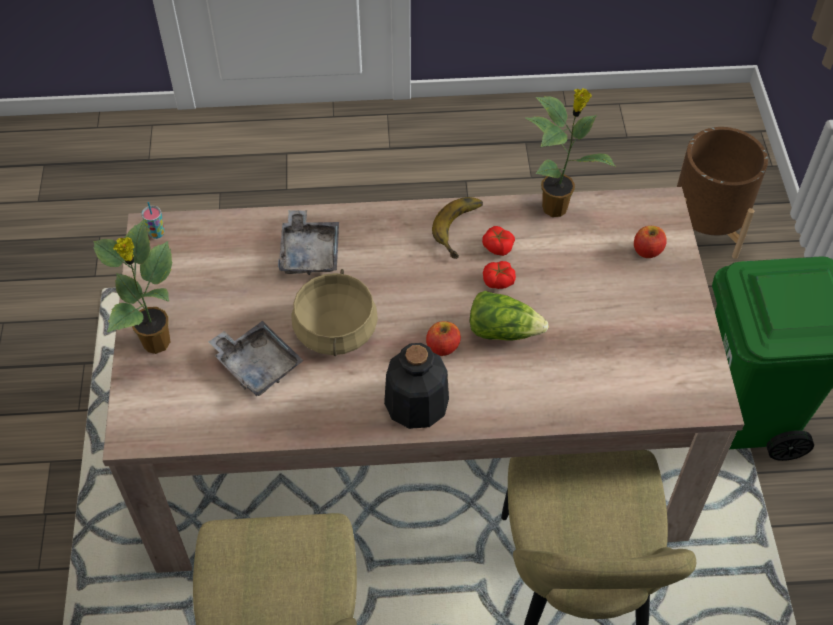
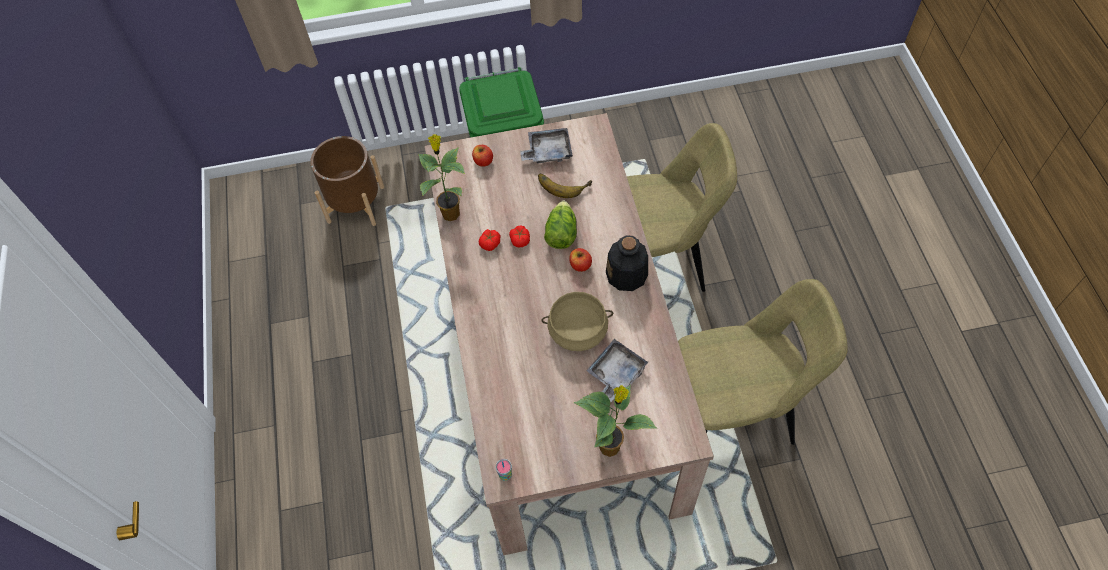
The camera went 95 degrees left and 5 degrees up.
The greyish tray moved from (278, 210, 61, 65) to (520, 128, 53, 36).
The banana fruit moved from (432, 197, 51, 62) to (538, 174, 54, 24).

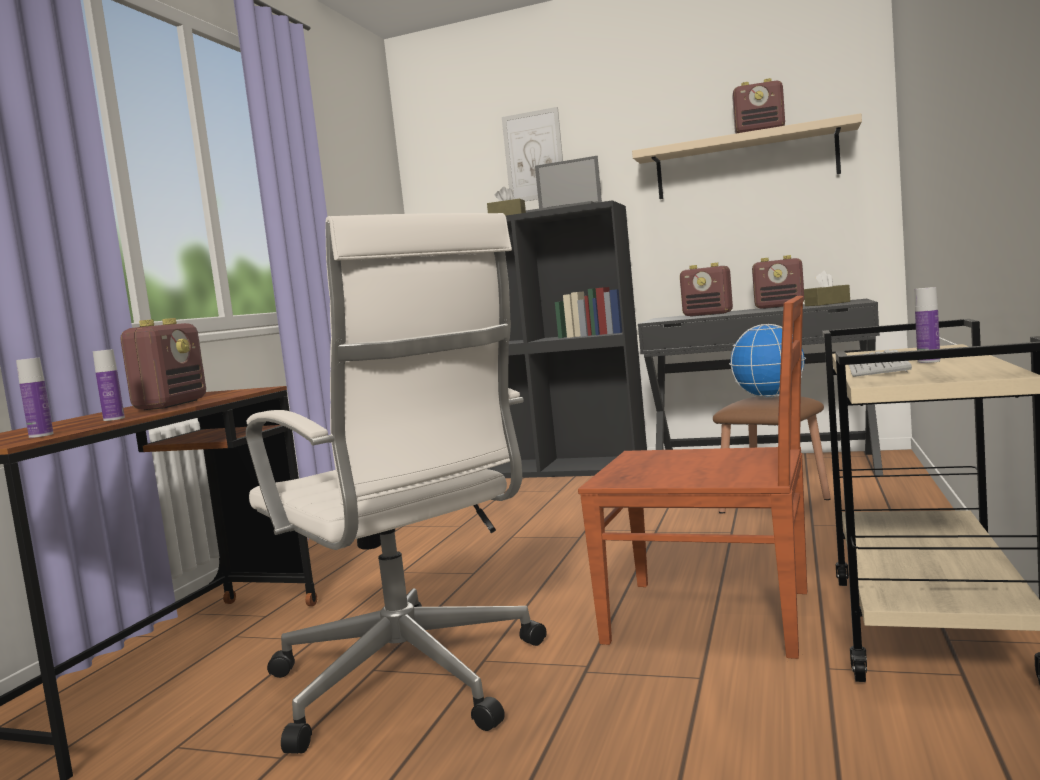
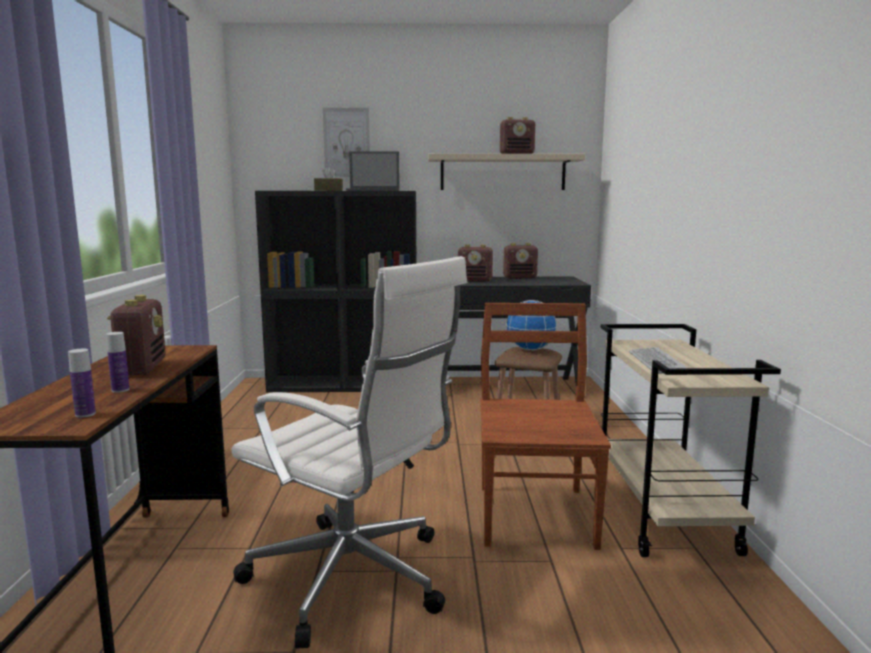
The camera went 20 degrees left and 5 degrees up.
The brown plain chair at (578, 296, 229, 363) turned 90 degrees counterclockwise.
The brown tissue box at (804, 270, 46, 36) disappeared.
The beverage bottle at (915, 287, 25, 76) disappeared.

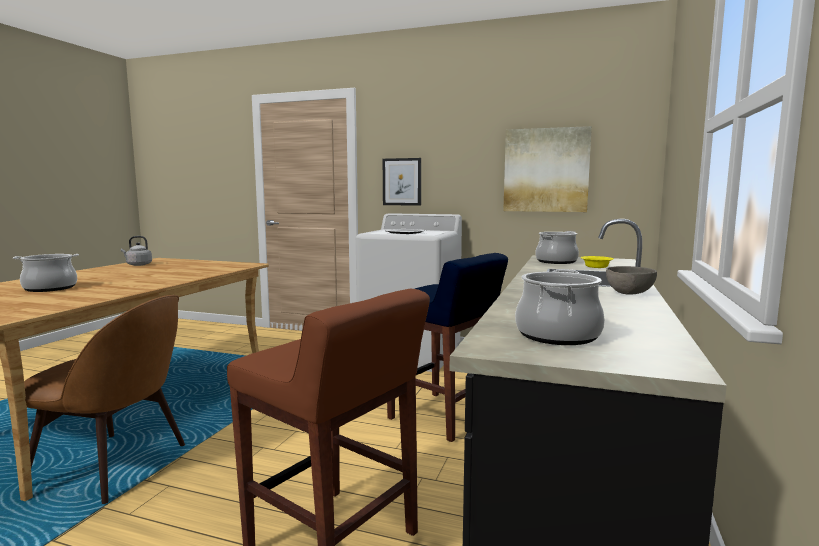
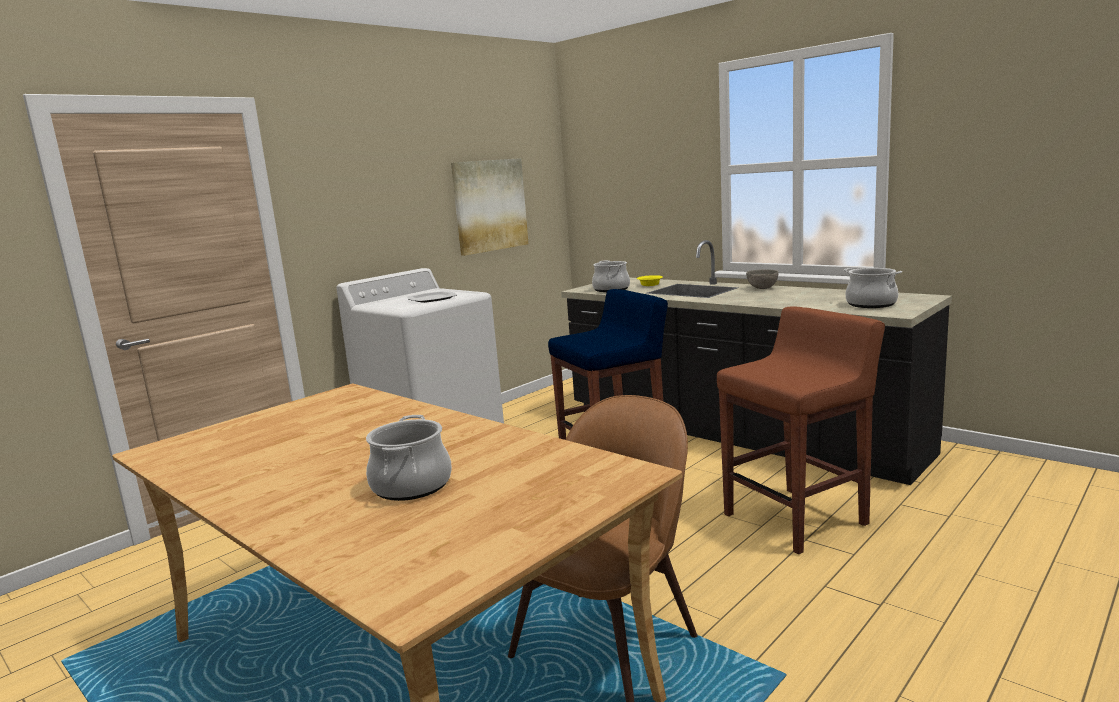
The camera went 65 degrees left and 5 degrees up.
The greyish water kettle at (121, 236, 31, 30) disappeared.
The picture at (383, 158, 38, 48) disappeared.

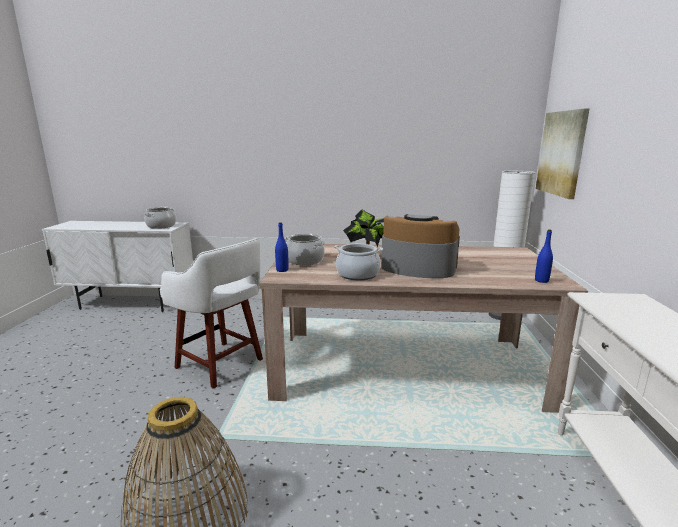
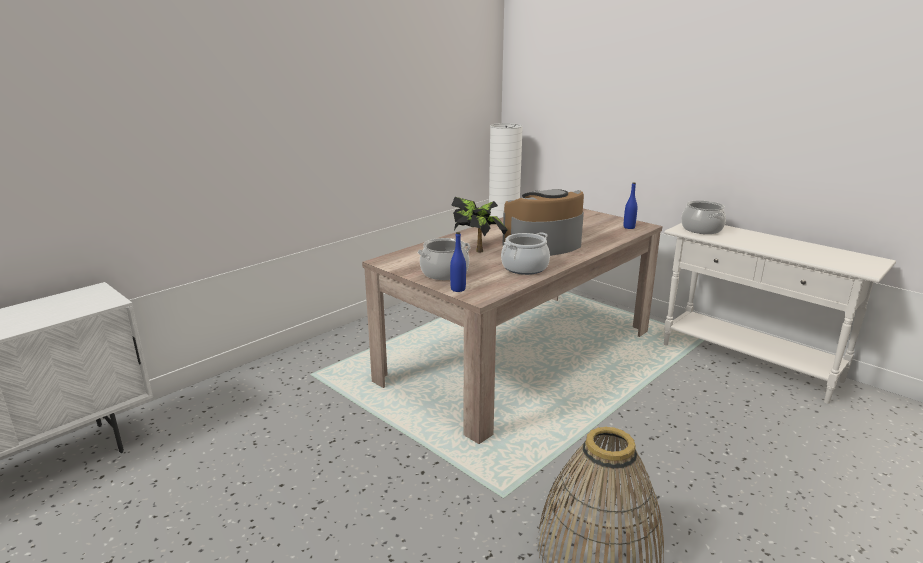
The camera went 50 degrees left and 5 degrees up.
The saucepot moved from (144, 207, 32, 22) to (681, 200, 45, 34).
The white stool at (160, 238, 103, 151) disappeared.
The picture at (536, 109, 53, 90) disappeared.

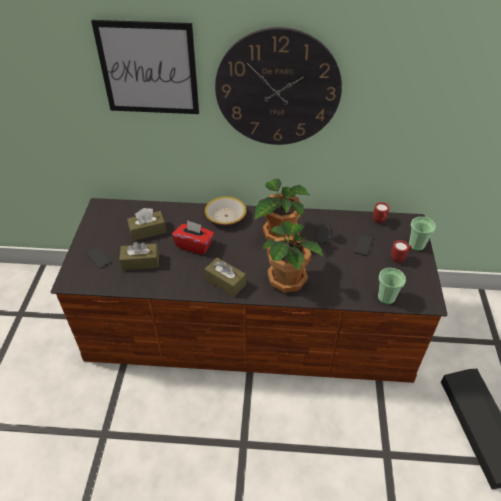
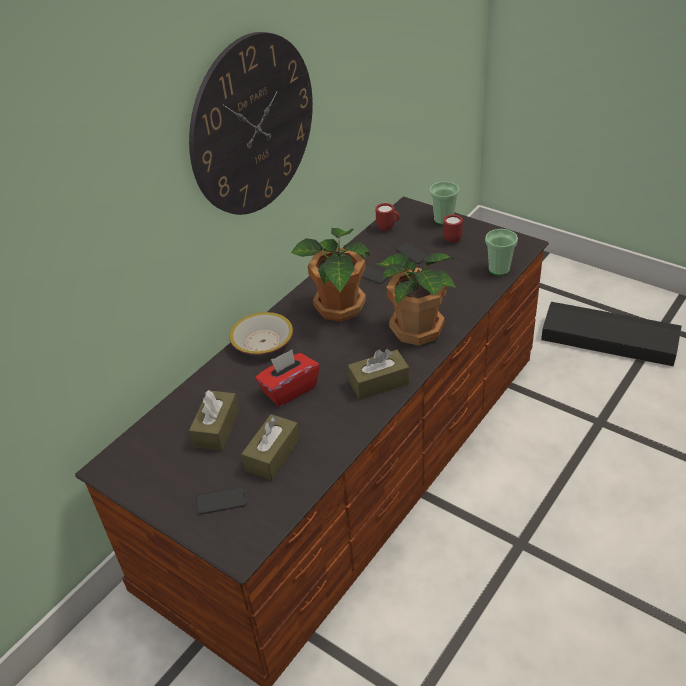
The camera went 55 degrees left and 5 degrees down.
The picture at (91, 20, 108, 94) disappeared.

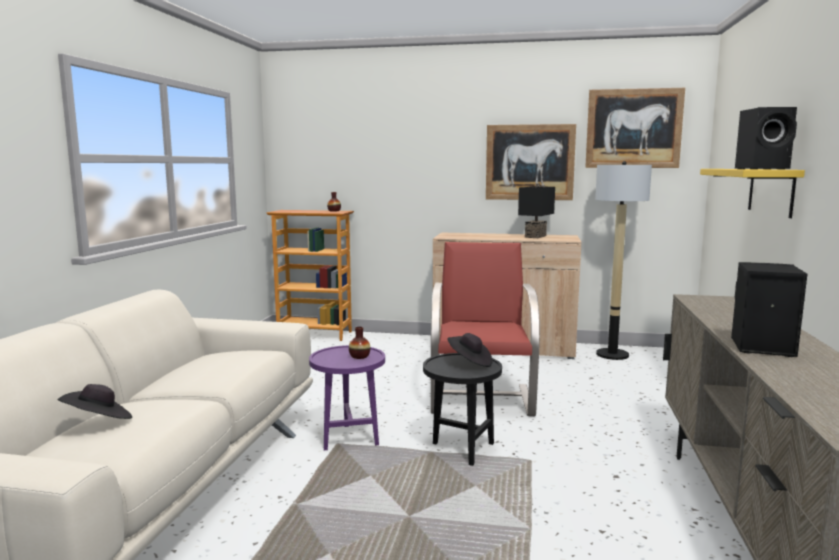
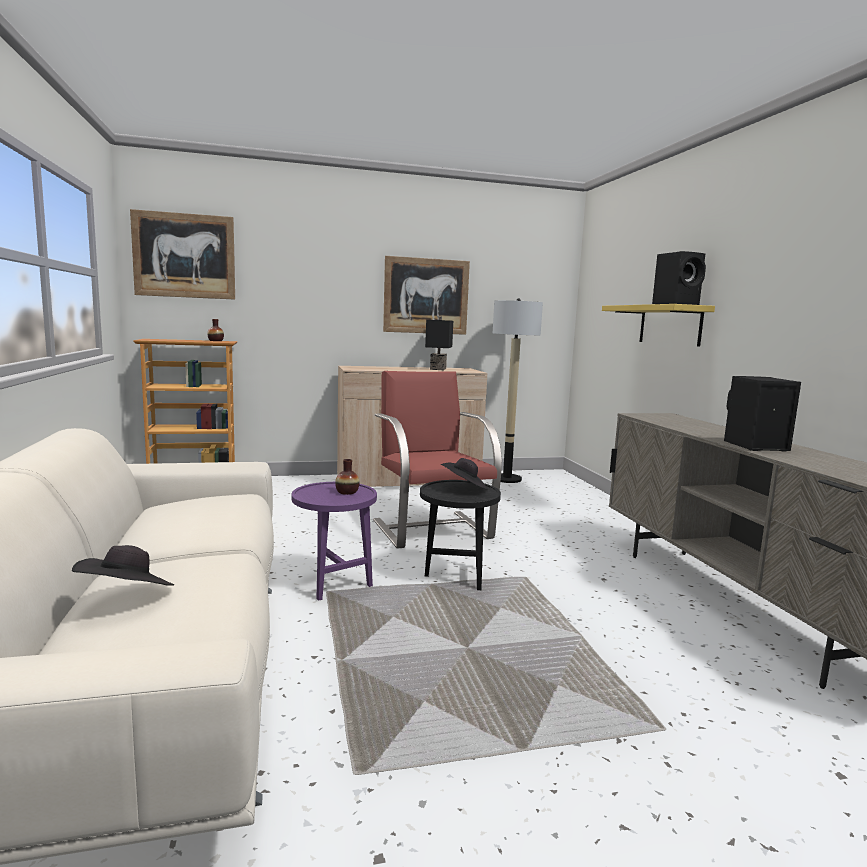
The camera went 25 degrees left and 0 degrees up.
The picture moved from (585, 88, 100, 80) to (130, 209, 105, 91).

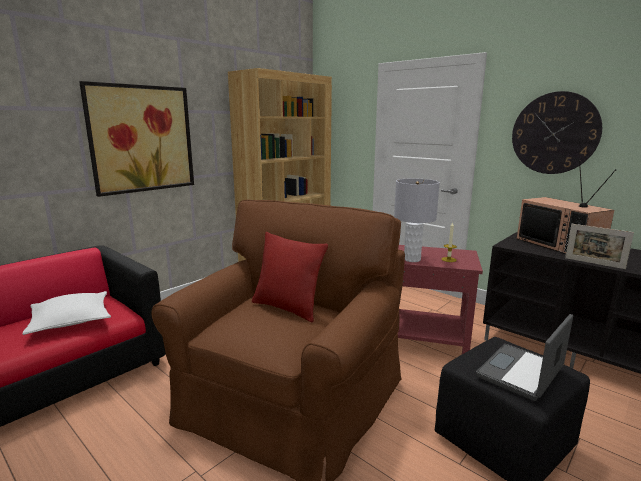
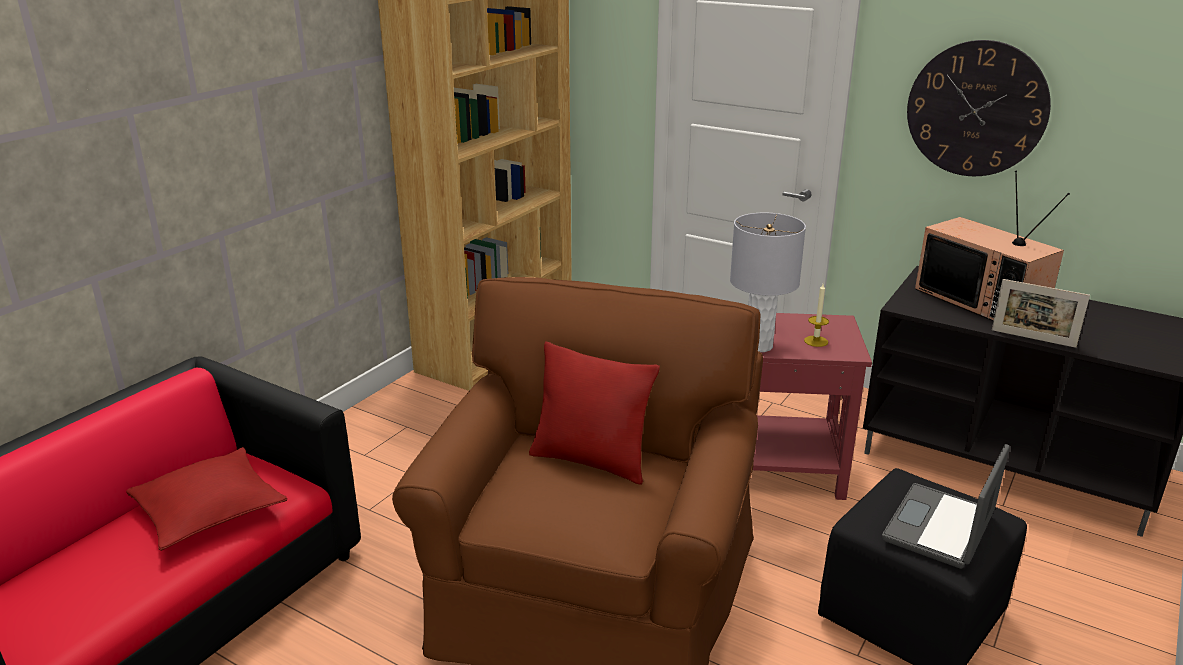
The camera went 10 degrees left and 10 degrees up.
The white cushion at (22, 291, 89, 44) became the red cushion at (126, 447, 161, 104).
The picture at (79, 81, 115, 116) disappeared.

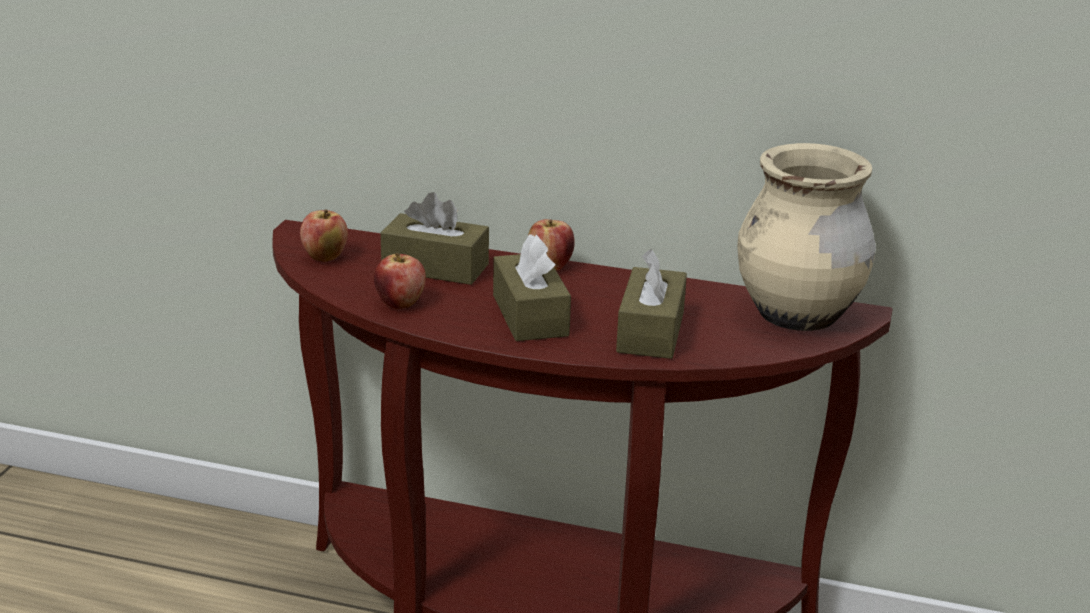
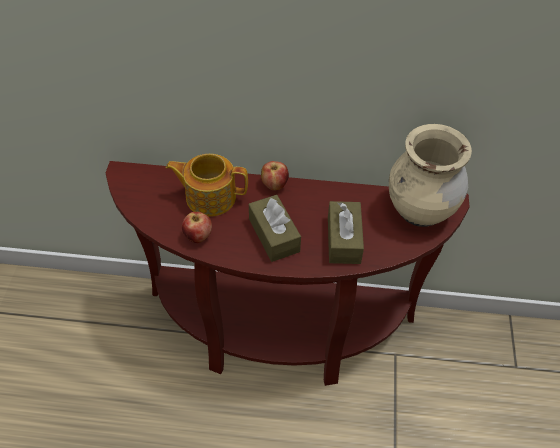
The camera went 10 degrees left and 25 degrees up.
The apple at (300, 209, 48, 53) disappeared.
The brown tissue box at (381, 192, 108, 93) was replaced by the tea pot at (166, 154, 82, 63).

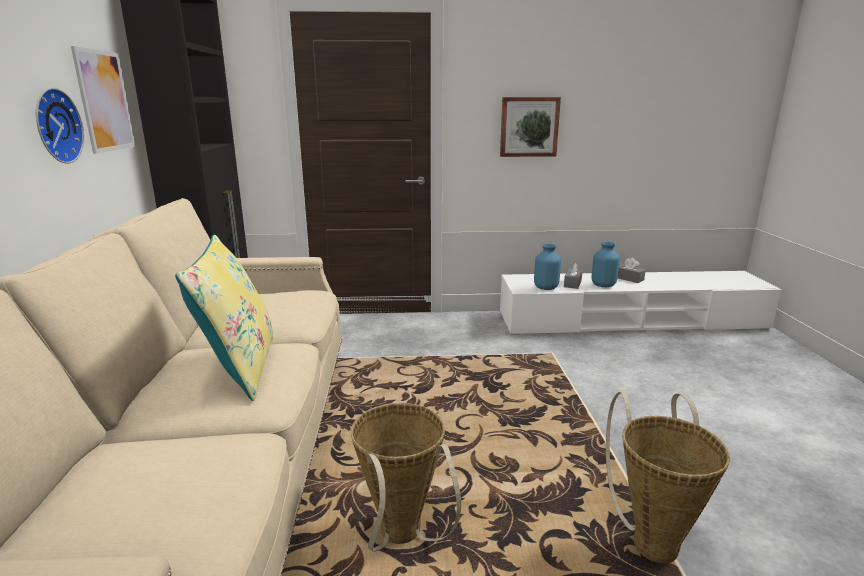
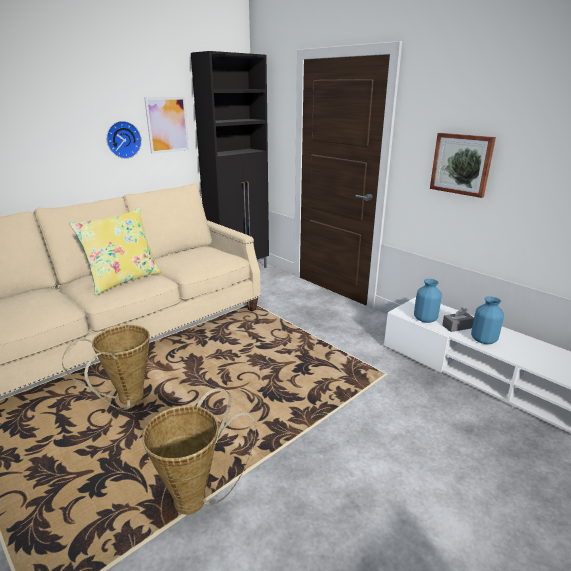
The camera went 50 degrees right and 5 degrees up.
The greyish tissue box at (618, 258, 28, 25) disappeared.

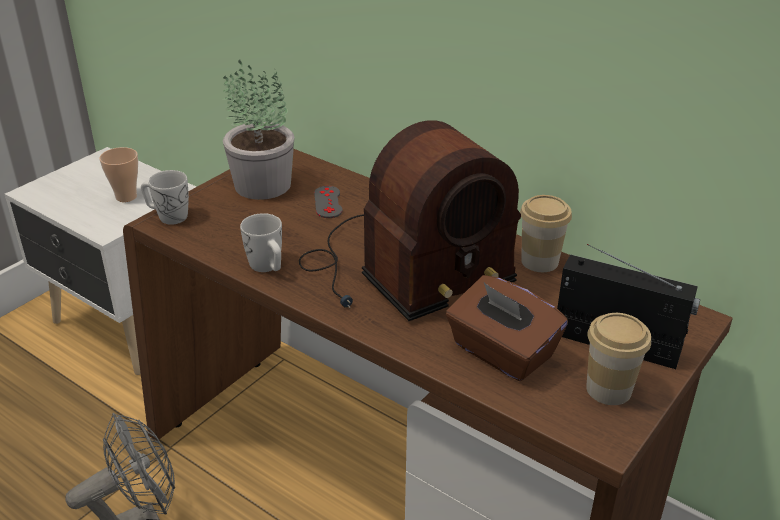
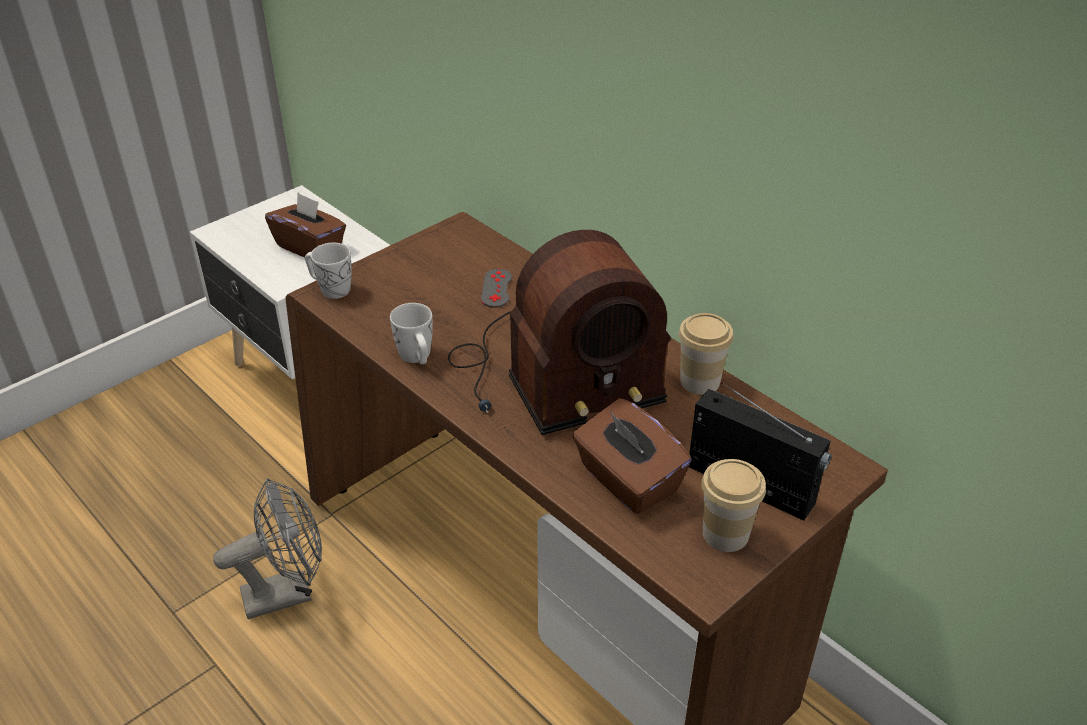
The camera went 10 degrees right and 5 degrees up.
The drinking cup at (99, 147, 39, 55) was replaced by the brown tissue box at (265, 193, 81, 65).
The houseplant at (222, 60, 72, 140) disappeared.

